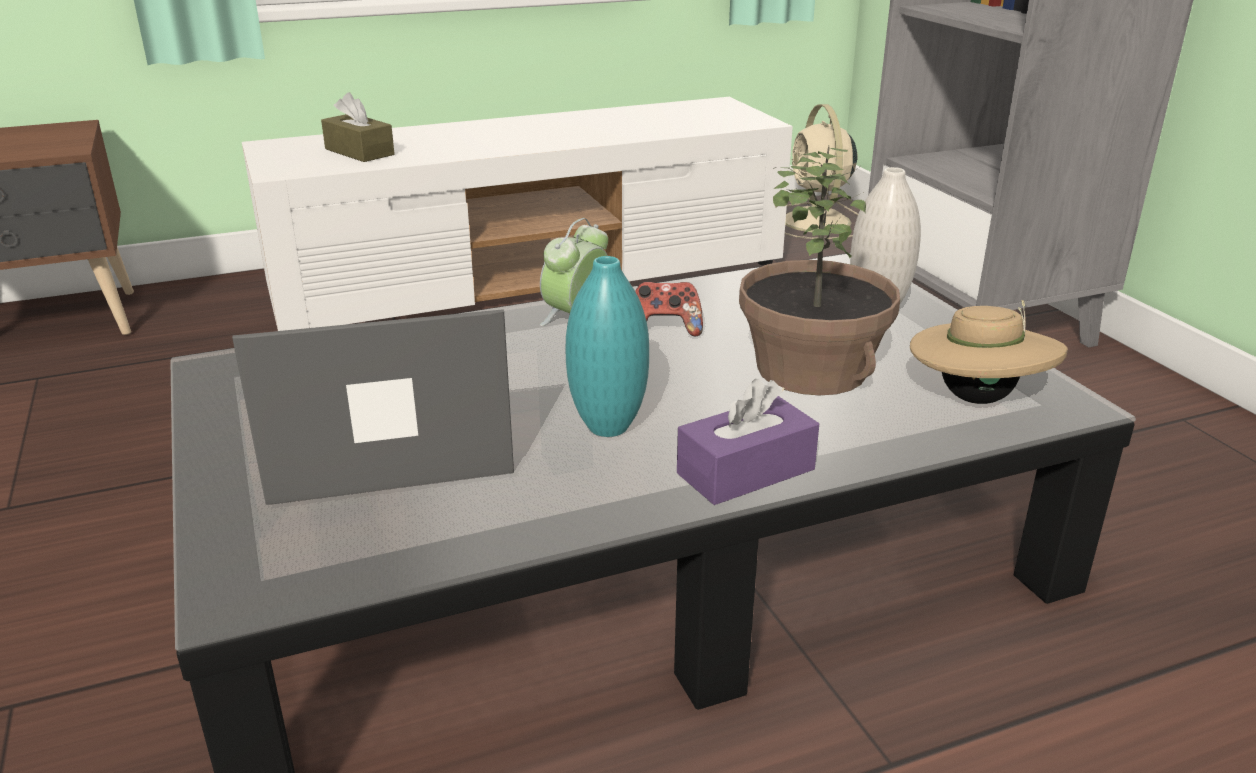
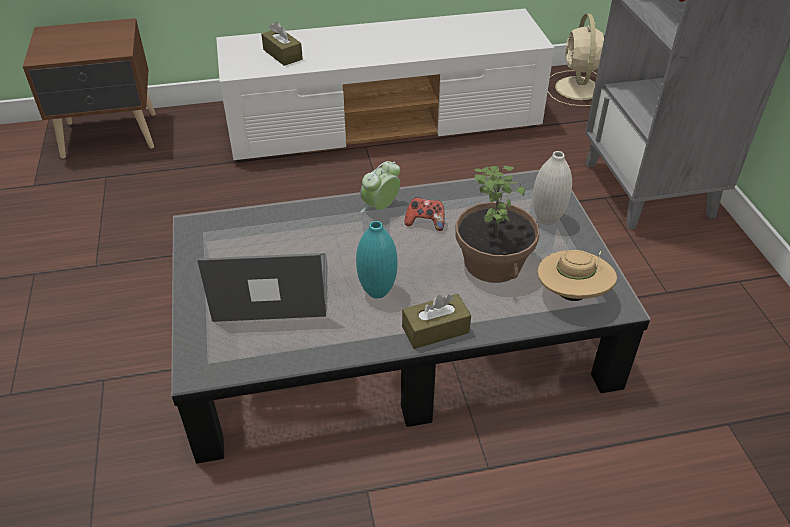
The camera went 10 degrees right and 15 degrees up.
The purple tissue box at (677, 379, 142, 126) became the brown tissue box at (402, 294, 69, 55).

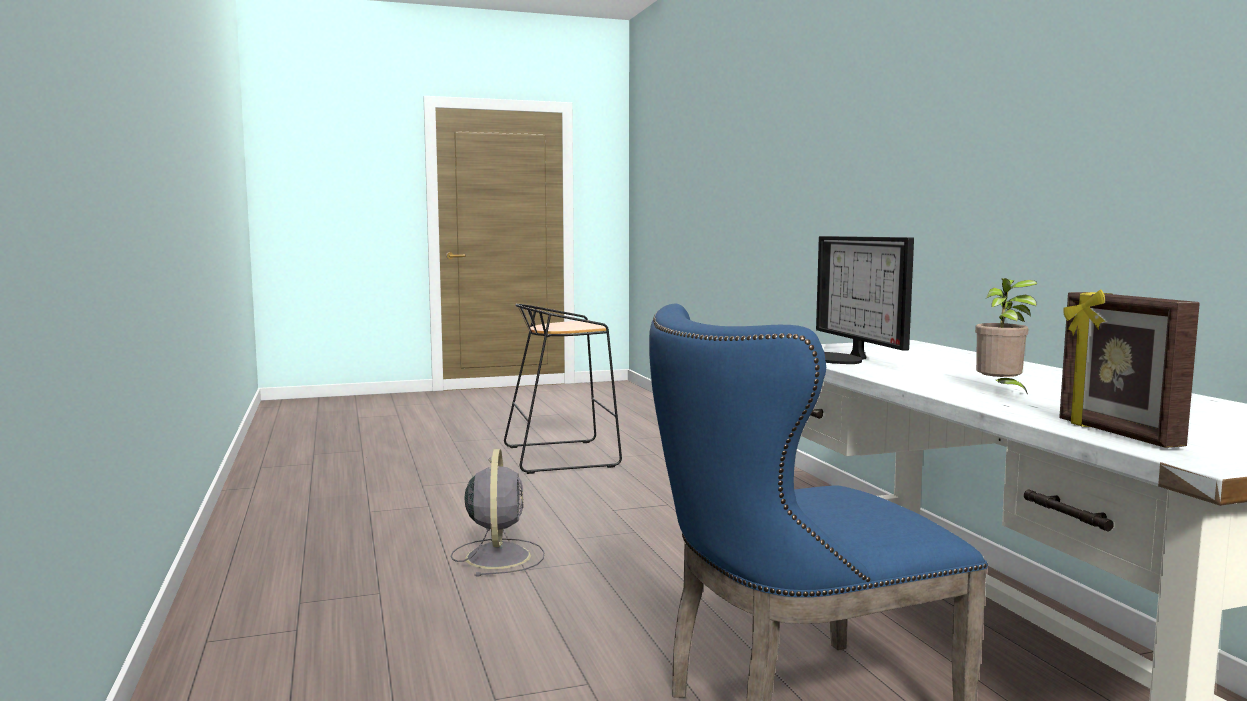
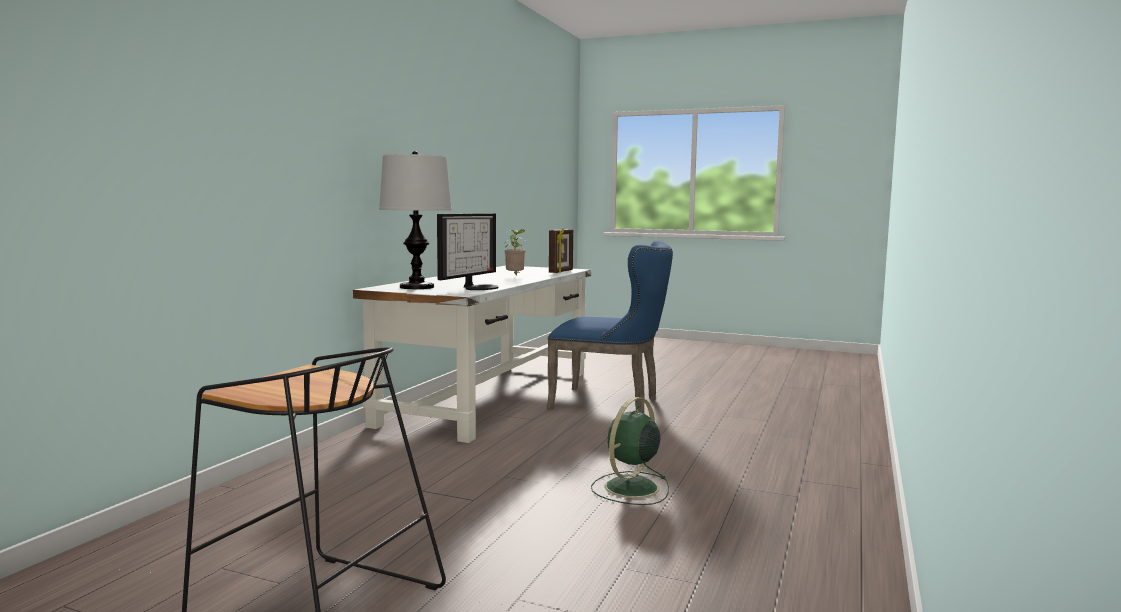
The camera went 140 degrees left and 0 degrees up.
The greyish electric fan at (451, 449, 93, 128) became the green-coloured electric fan at (591, 397, 78, 108).
The tabletop lamp at (379, 151, 73, 138) appeared.

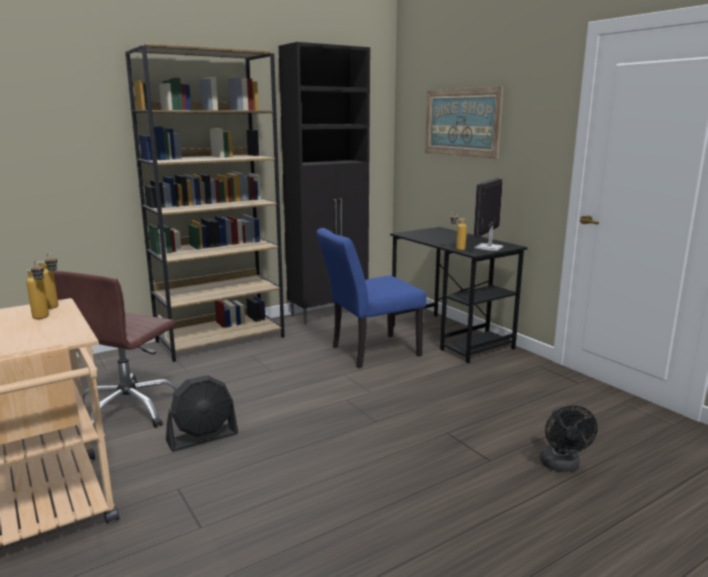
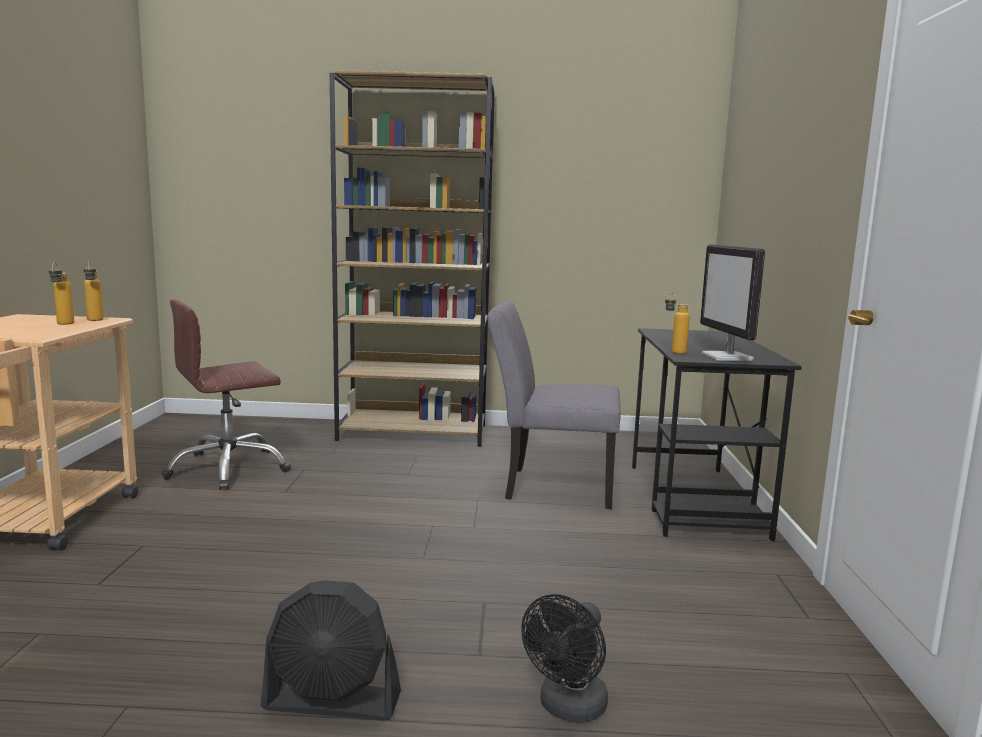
The camera went 35 degrees right and 5 degrees down.
The blackish electric fan moved from (166, 375, 72, 76) to (261, 580, 140, 141).
The blackish storage cabinet at (279, 42, 91, 282) disappeared.
The blue-coloured plain chair at (316, 228, 110, 140) became the greyish plain chair at (487, 301, 134, 208).
The picture at (425, 87, 78, 72) disappeared.
The monitor at (474, 178, 30, 73) turned 75 degrees counterclockwise.

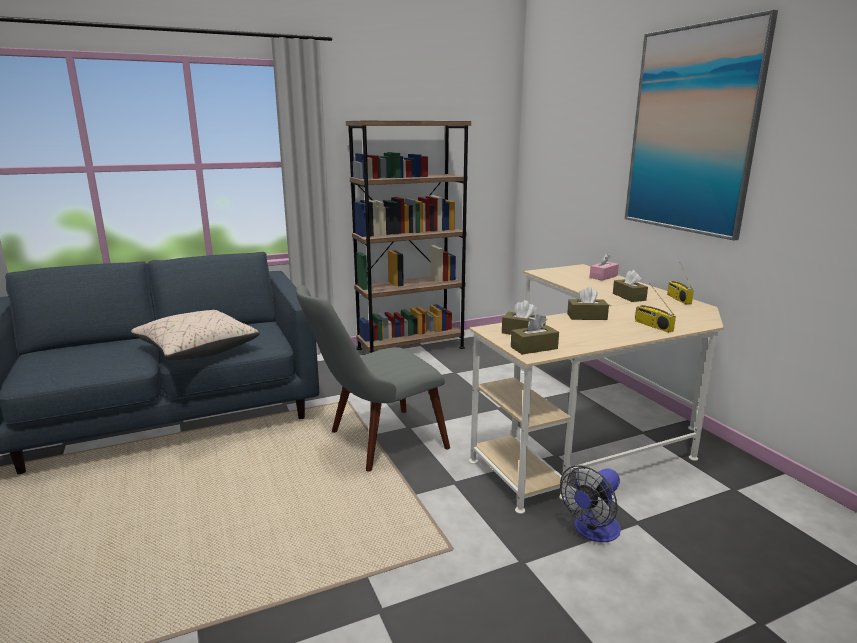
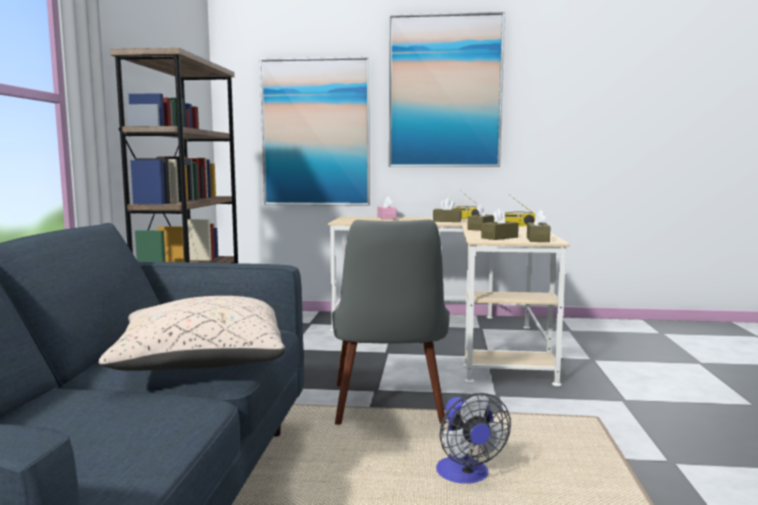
The camera went 60 degrees left and 10 degrees down.
The electric fan moved from (560, 465, 61, 77) to (436, 393, 75, 91).
The picture at (260, 57, 110, 149) appeared.

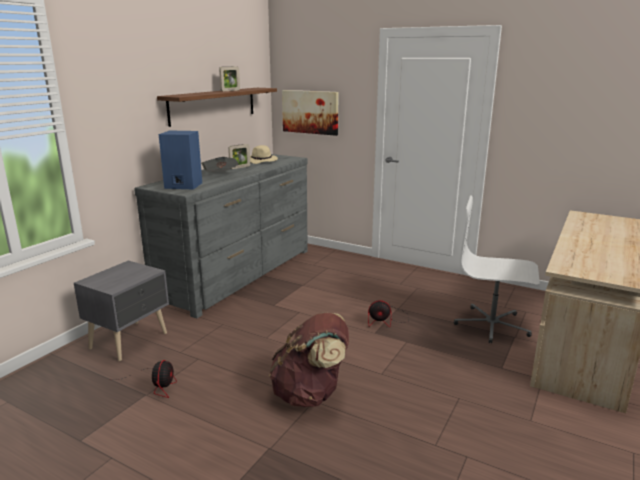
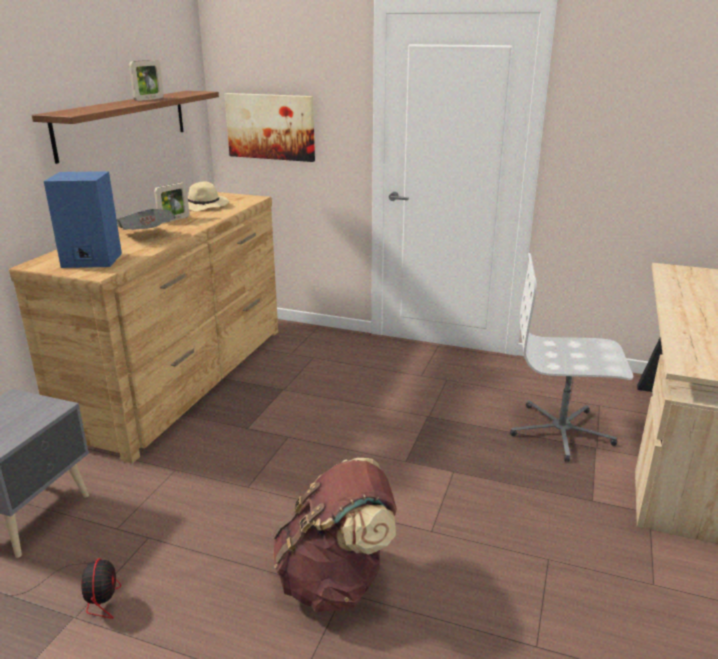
The camera went 10 degrees left and 5 degrees up.
The greyish drawer chest at (134, 154, 174, 164) became the brown drawer chest at (9, 192, 269, 272).
The electric fan at (368, 300, 41, 27) disappeared.

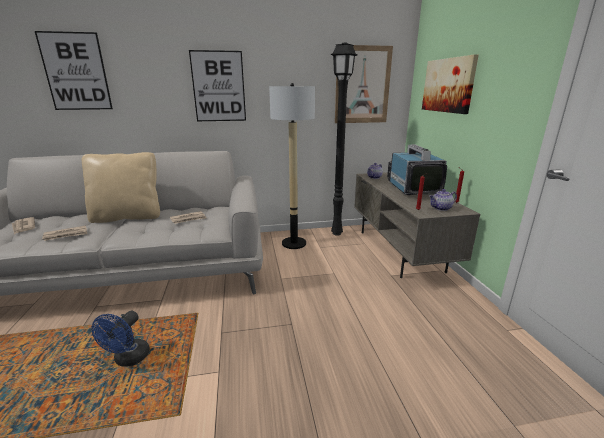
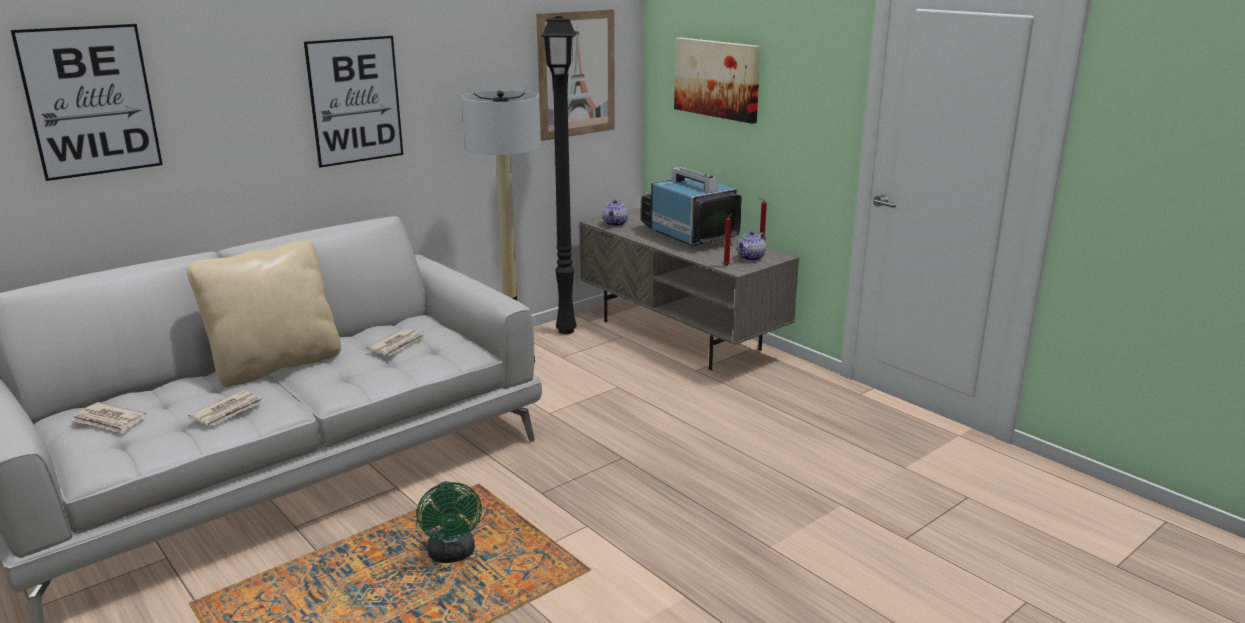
The camera went 30 degrees left and 0 degrees up.
The blue-coloured electric fan at (92, 311, 58, 56) became the green-coloured electric fan at (417, 481, 65, 82).

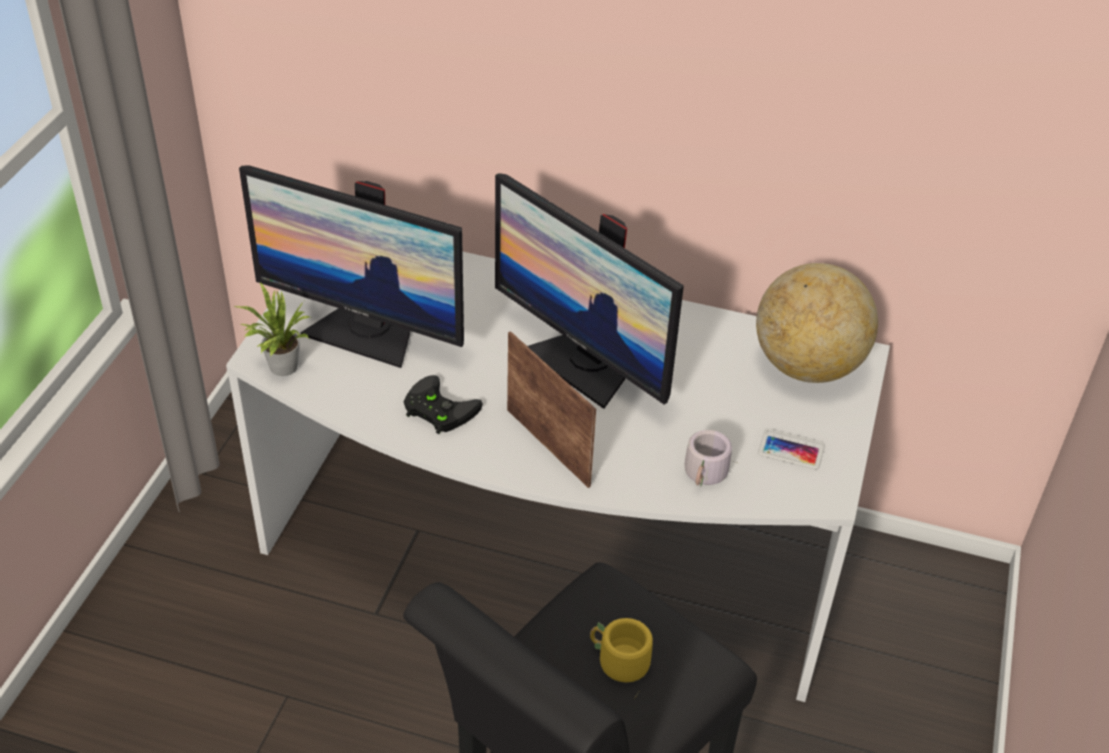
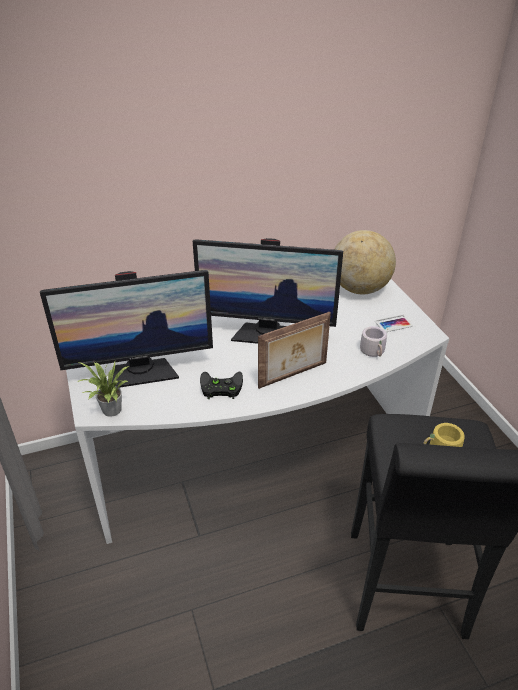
The camera went 35 degrees left and 5 degrees down.
The picture frame at (507, 331, 89, 157) turned 135 degrees clockwise.

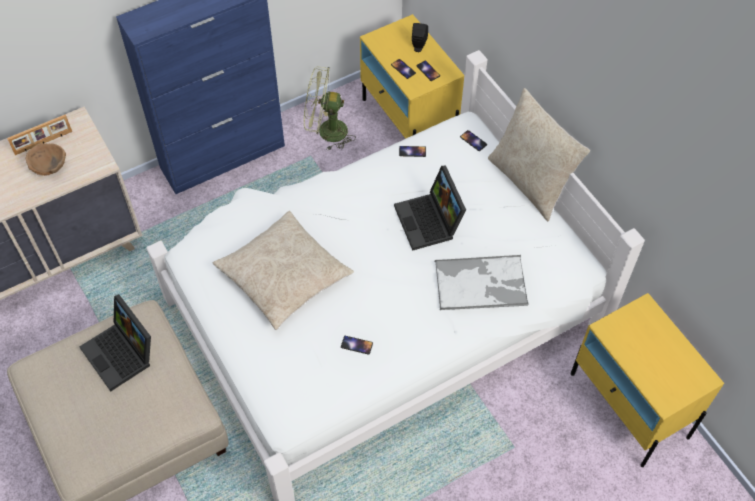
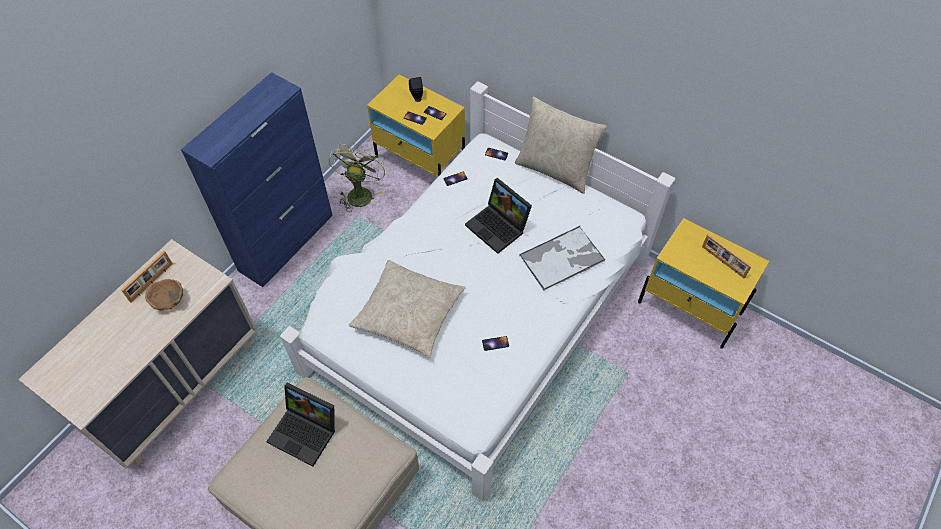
The camera went 25 degrees left and 0 degrees up.
The green-coloured electric fan at (304, 67, 52, 83) turned 120 degrees clockwise.
The picture frame at (702, 234, 50, 44) appeared.

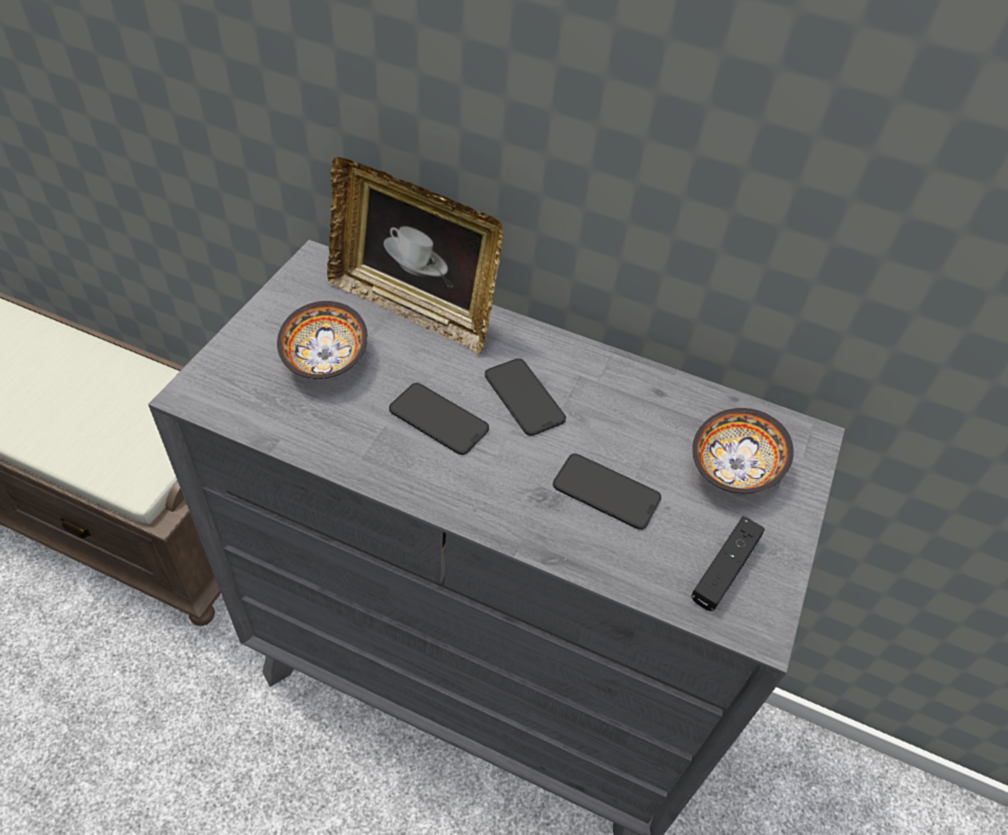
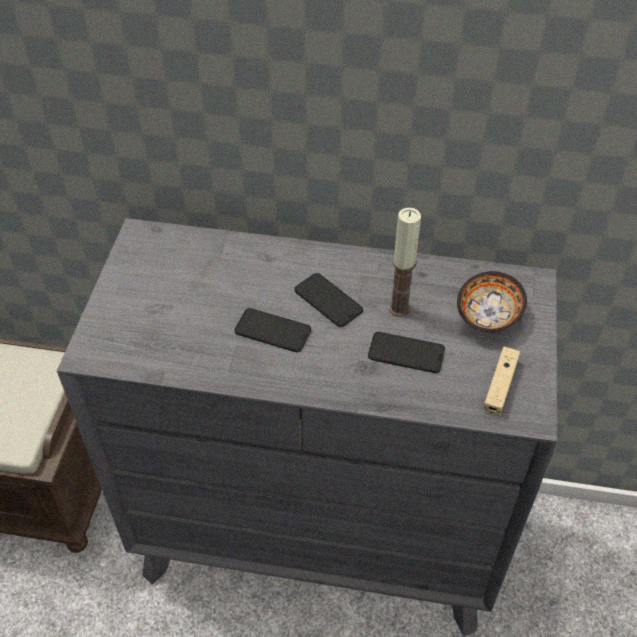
The camera went 10 degrees left and 0 degrees up.
The bowl at (277, 301, 91, 78) disappeared.
The picture frame at (327, 157, 176, 197) disappeared.
The blackish game controller at (691, 516, 74, 95) became the sand-coloured game controller at (484, 347, 36, 68).
The candle at (388, 208, 33, 109) appeared.

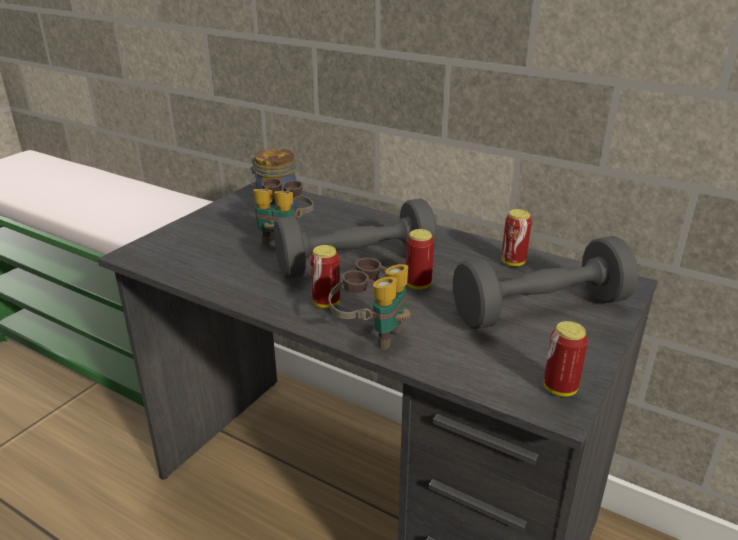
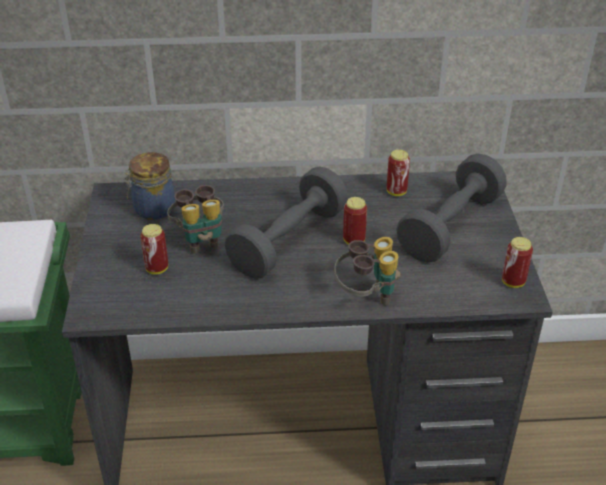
The camera went 35 degrees left and 10 degrees up.
The metal can moved from (310, 245, 30, 63) to (140, 224, 28, 51).

